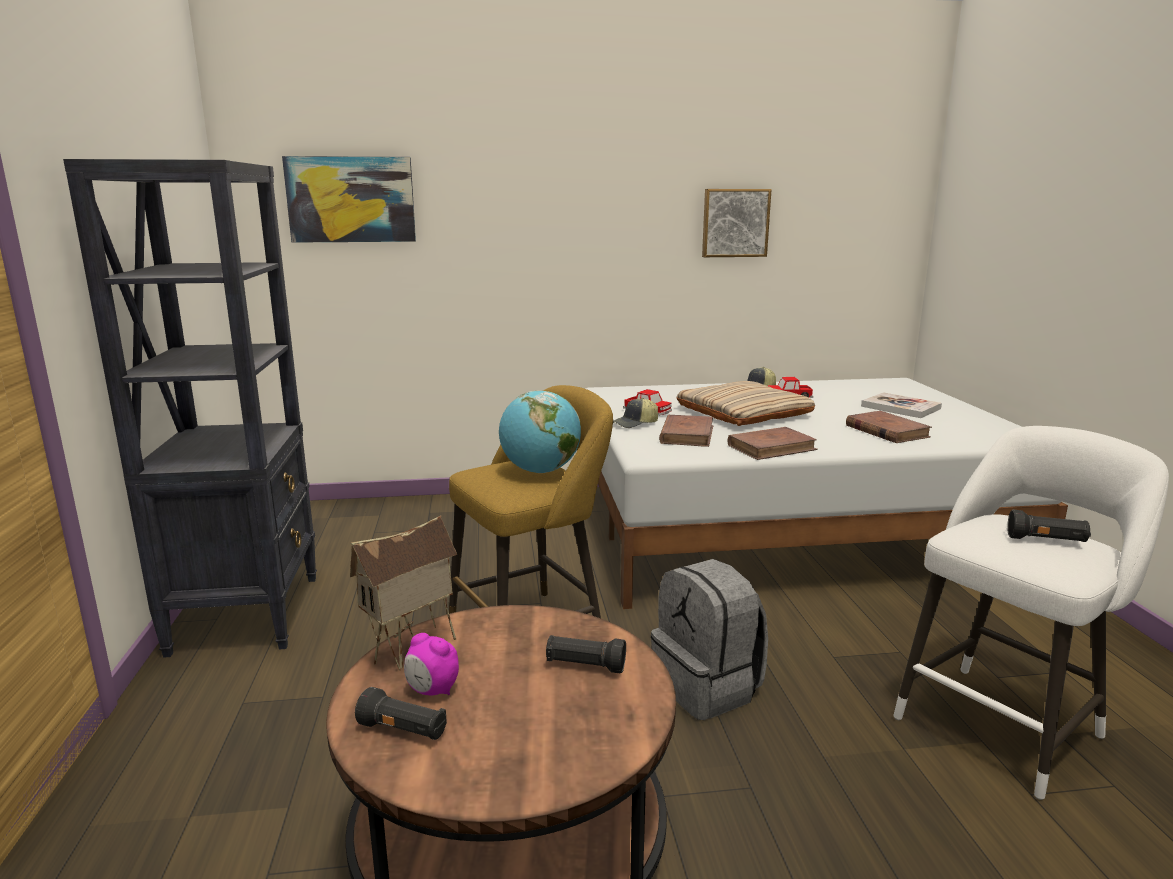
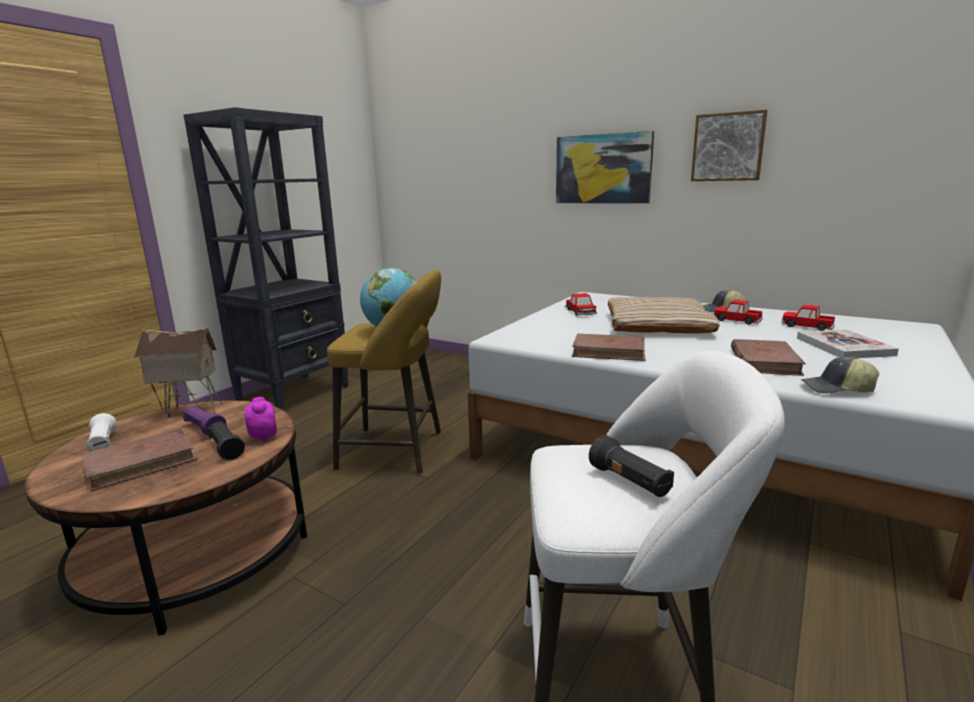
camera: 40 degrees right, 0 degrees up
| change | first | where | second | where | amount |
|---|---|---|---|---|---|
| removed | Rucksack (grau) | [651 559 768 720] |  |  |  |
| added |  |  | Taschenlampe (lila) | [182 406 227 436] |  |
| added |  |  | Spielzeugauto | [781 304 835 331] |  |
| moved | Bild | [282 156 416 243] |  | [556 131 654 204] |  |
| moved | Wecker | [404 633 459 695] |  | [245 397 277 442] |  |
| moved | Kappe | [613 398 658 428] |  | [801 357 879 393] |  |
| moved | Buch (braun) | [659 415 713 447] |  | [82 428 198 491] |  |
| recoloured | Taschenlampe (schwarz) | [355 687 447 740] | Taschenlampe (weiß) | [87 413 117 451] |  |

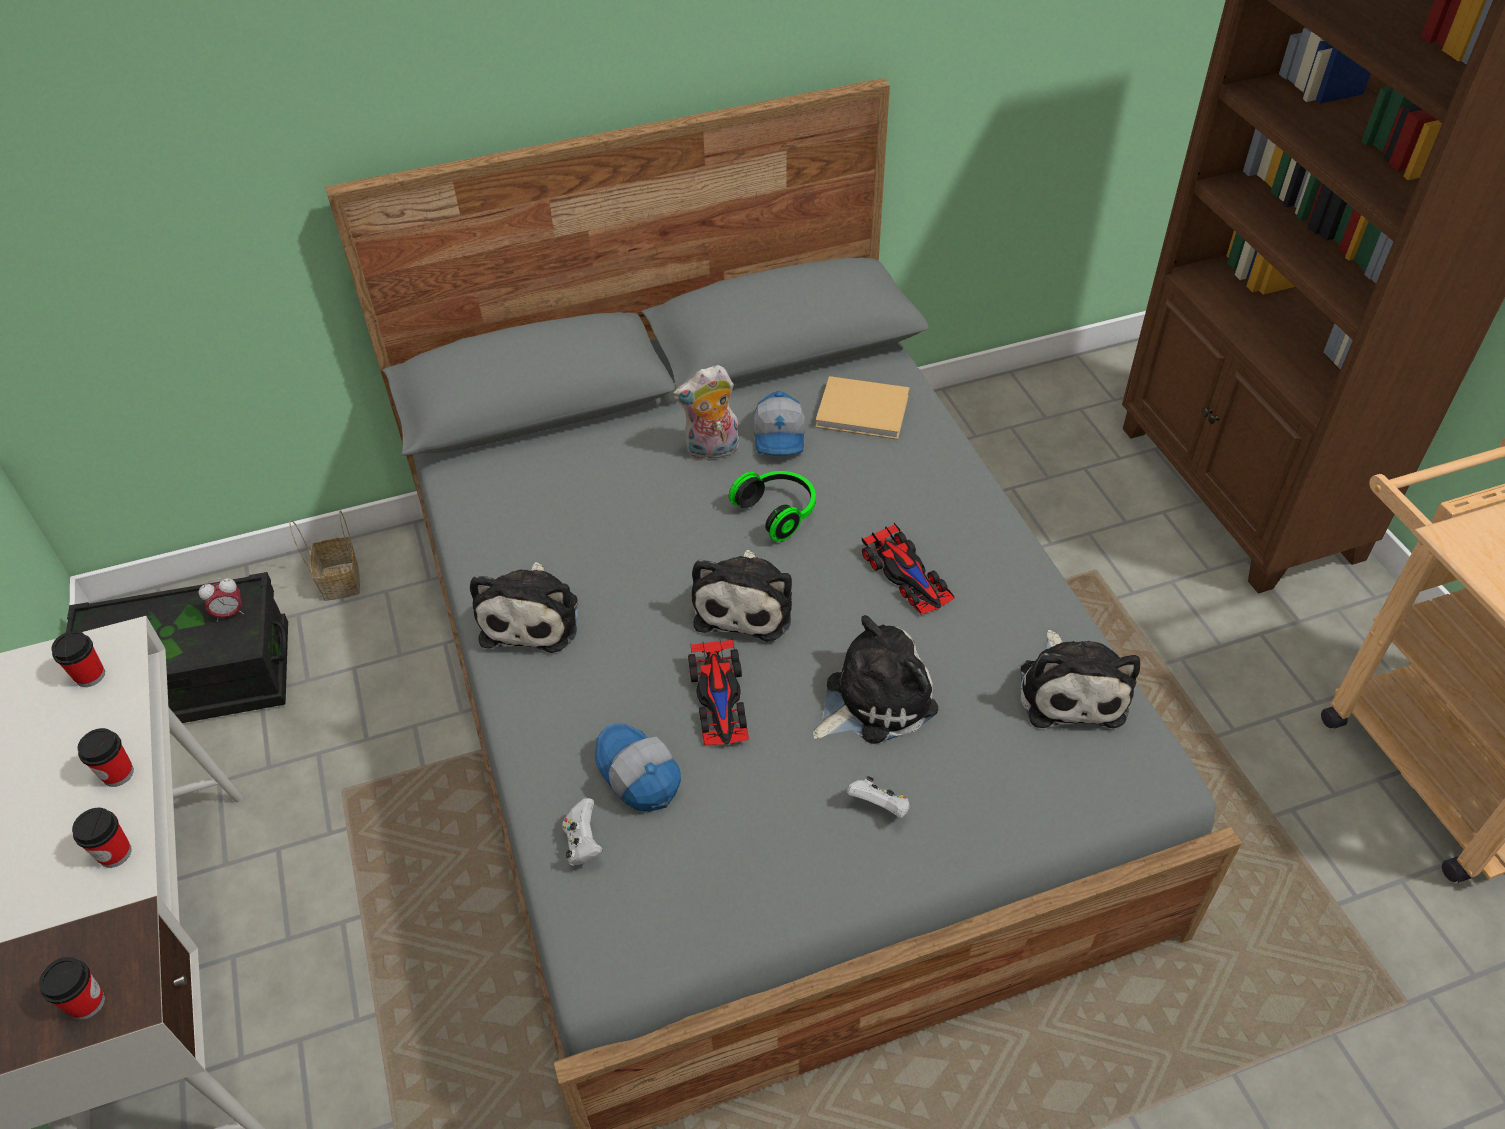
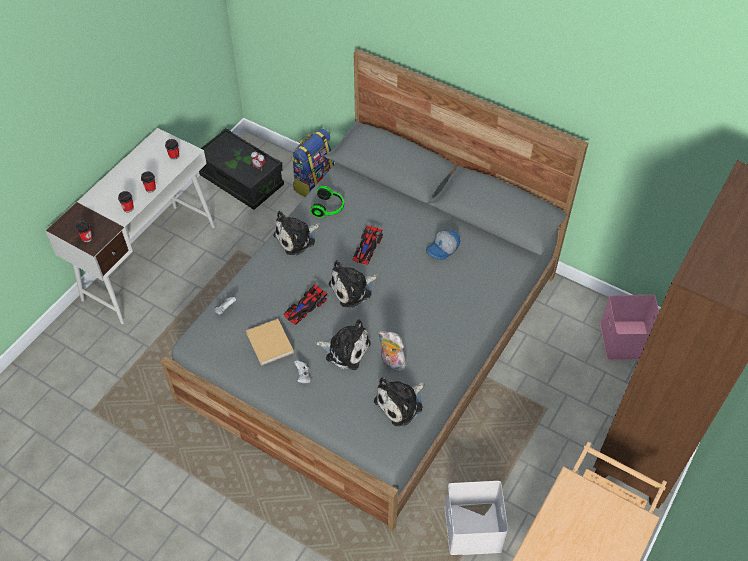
camera: 50 degrees right, 5 degrees up
| change | first | where | second | where | amount |
|---|---|---|---|---|---|
| removed | Kappe | [595 723 681 811] |  |  |  |
| added |  |  | Aufbewahrungsbox (weiß) | [445 481 508 555] |  |
| added |  |  | Aufbewahrungsbox (rosa) | [600 295 659 360] |  |
| moved | Plüschtier | [673 365 739 460] |  | [378 331 406 371] |  |
| moved | Kopfhörer | [729 471 816 542] |  | [310 186 344 218] |  |
| moved | Buch (beige) | [815 376 910 440] |  | [246 319 294 366] |  |
| moved | Spielzeugauto | [862 523 954 615] |  | [352 225 383 265] |  |
| replaced | Korb | [289 511 360 601] | Rucksack | [291 128 334 197] |  |

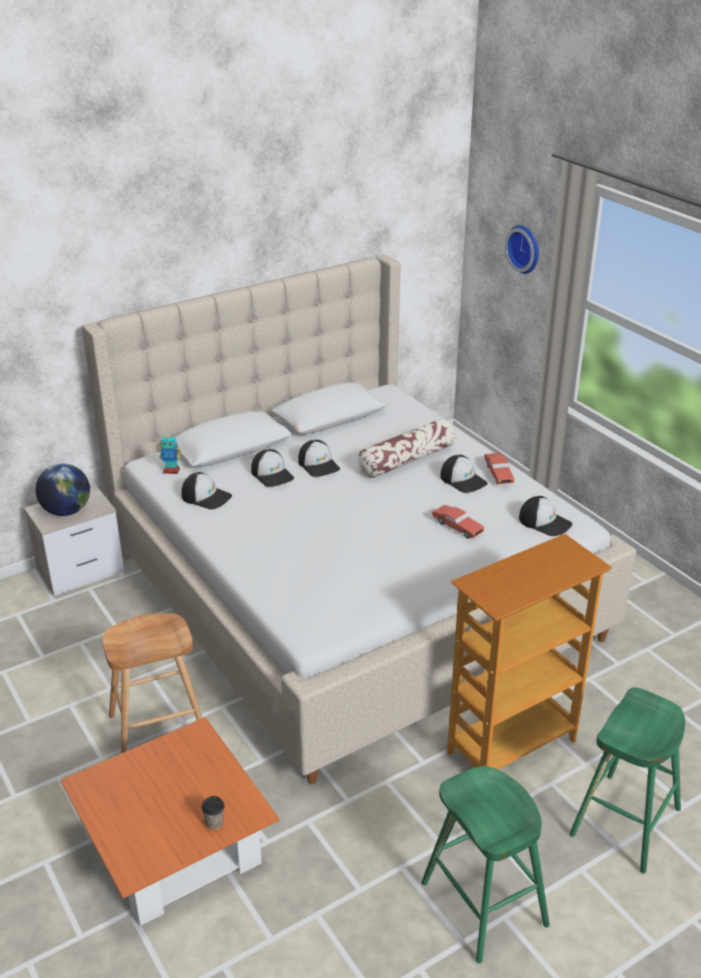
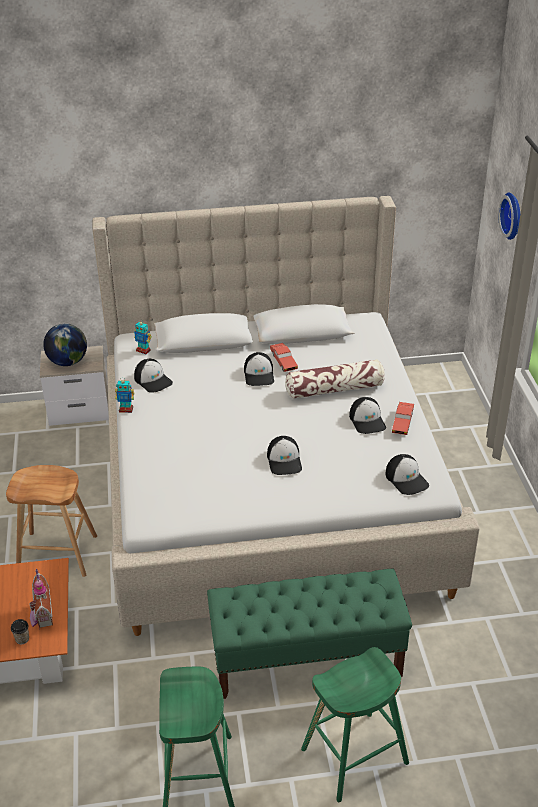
camera: 25 degrees right, 5 degrees up
| change | first | where | second | where | amount |
|---|---|---|---|---|---|
| added |  |  | Spielzeughaus | [29 569 53 630] |  |
| added |  |  | Spielzeugroboter | [115 378 134 413] |  |
| moved | Kappe | [251 449 294 487] |  | [267 436 302 475] |  |
| moved | Spielzeugauto (rot) | [432 505 484 538] |  | [270 343 298 372] |  |
| replaced | Bücherregal | [447 534 612 770] | Bank (grün) | [207 569 412 699] |  |

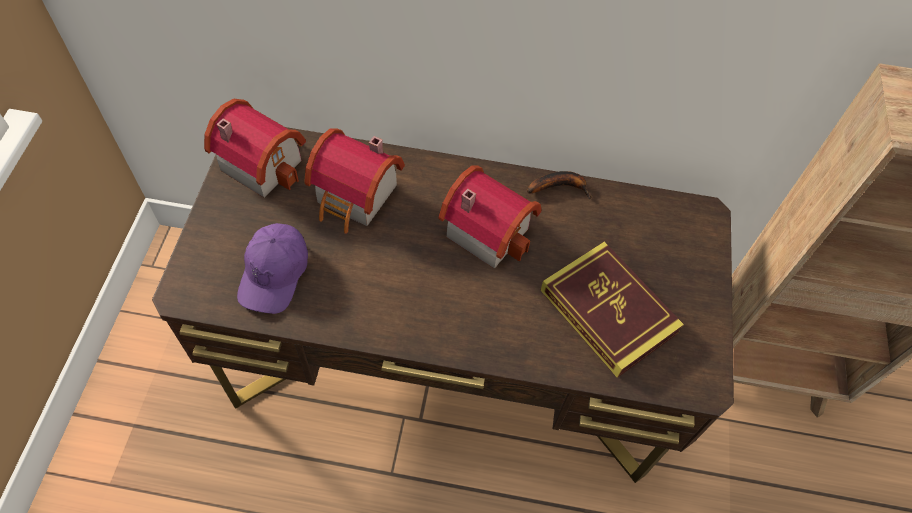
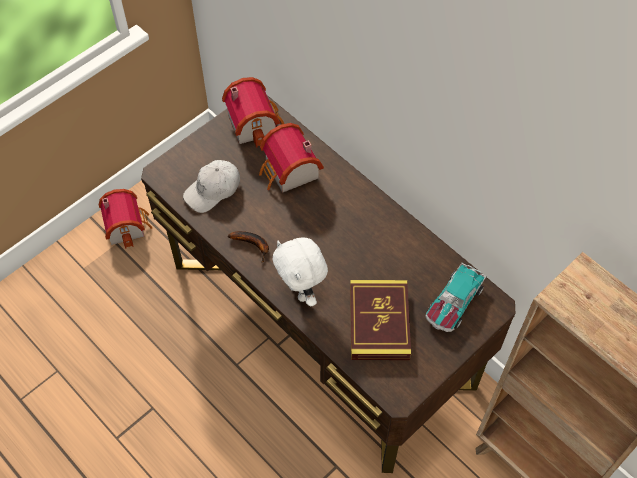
camera: 40 degrees right, 0 degrees up
| change | first | where | second | where | amount |
|---|---|---|---|---|---|
| added |  |  | Plüschtier (weiß) | [273 237 328 306] |  |
| added |  |  | Spielzeugauto | [425 263 486 332] |  |
| moved | Spielzeughaus | [438 166 541 269] |  | [99 189 153 249] |  |
| moved | Banane | [527 171 592 199] |  | [228 231 269 263] |  |
| recoloured | Kappe (lila) | [237 223 308 314] | Kappe (weiß) | [183 160 240 213] |  |

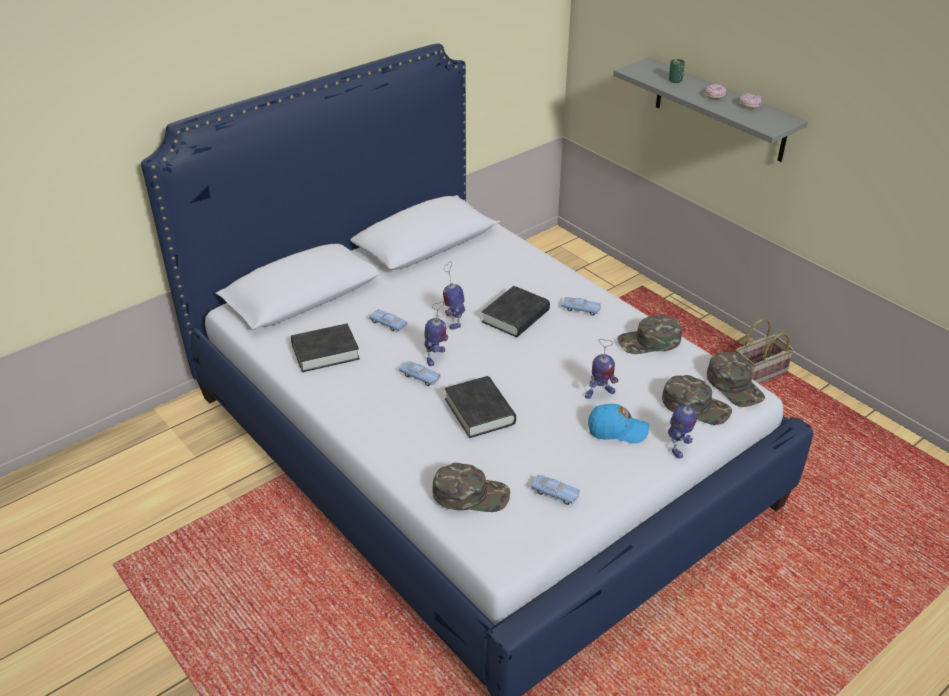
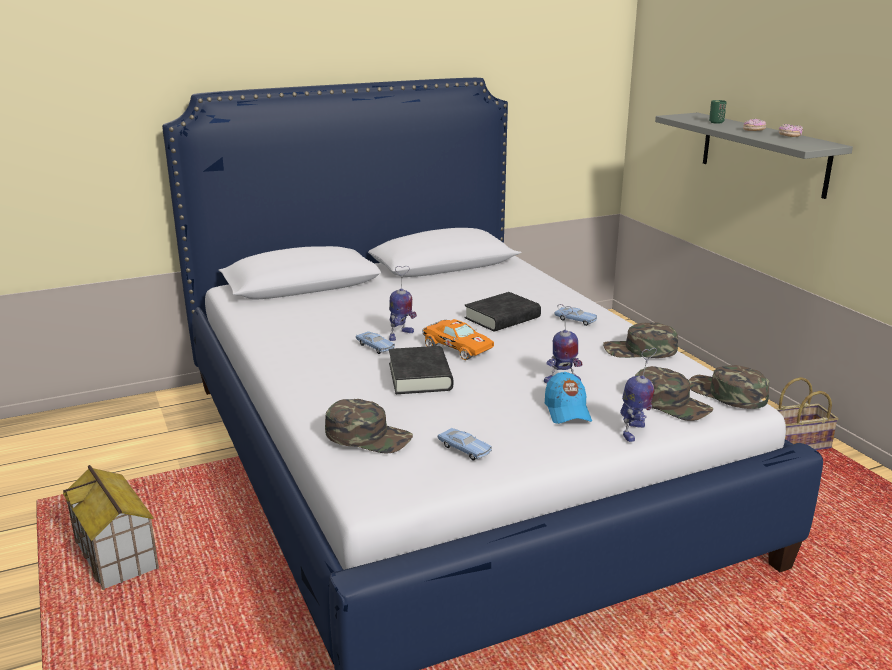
camera: 15 degrees right, 15 degrees down
| change | first | where | second | where | amount |
|---|---|---|---|---|---|
| removed | Buch (schwarz) | [291 323 360 372] |  |  |  |
| removed | Spielzeugauto (blau) | [369 309 407 331] |  |  |  |
| removed | Spielzeugroboter | [443 261 465 330] |  |  |  |
| added |  |  | Spielzeughaus | [63 465 159 590] |  |
| added |  |  | Spielzeugauto (orange) | [423 319 494 360] |  |
| turned | Kappe (blau) | [588 404 649 444] |  | [545 372 592 424] | 60 degrees clockwise |
| turned | Kappe (grün) | [707 352 765 407] |  | [689 365 770 409] | 150 degrees clockwise |

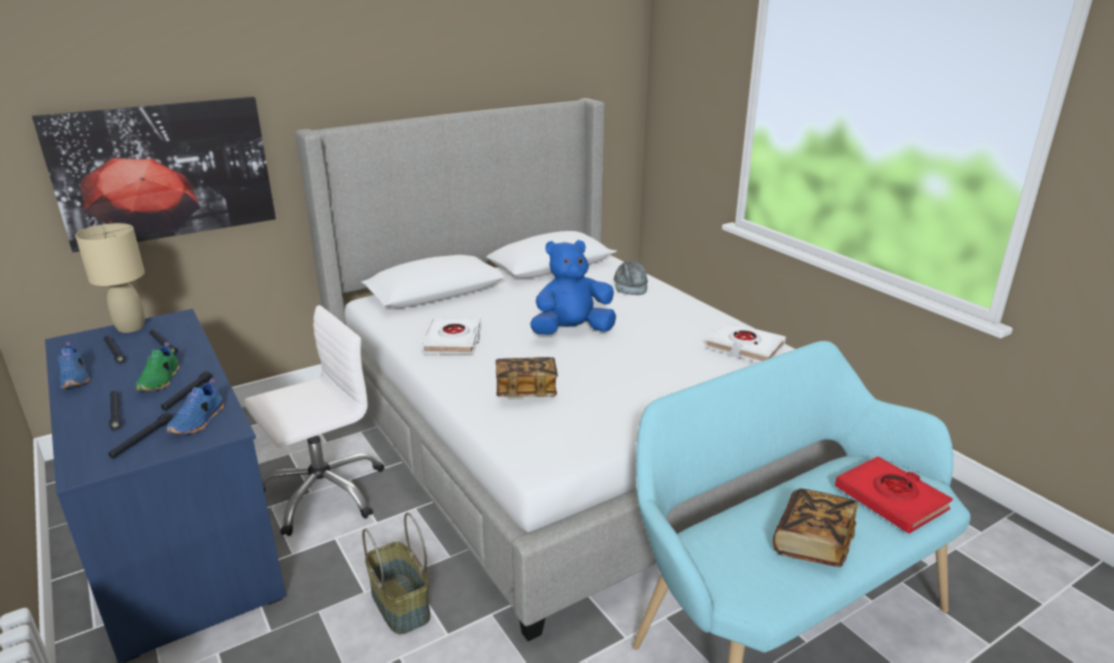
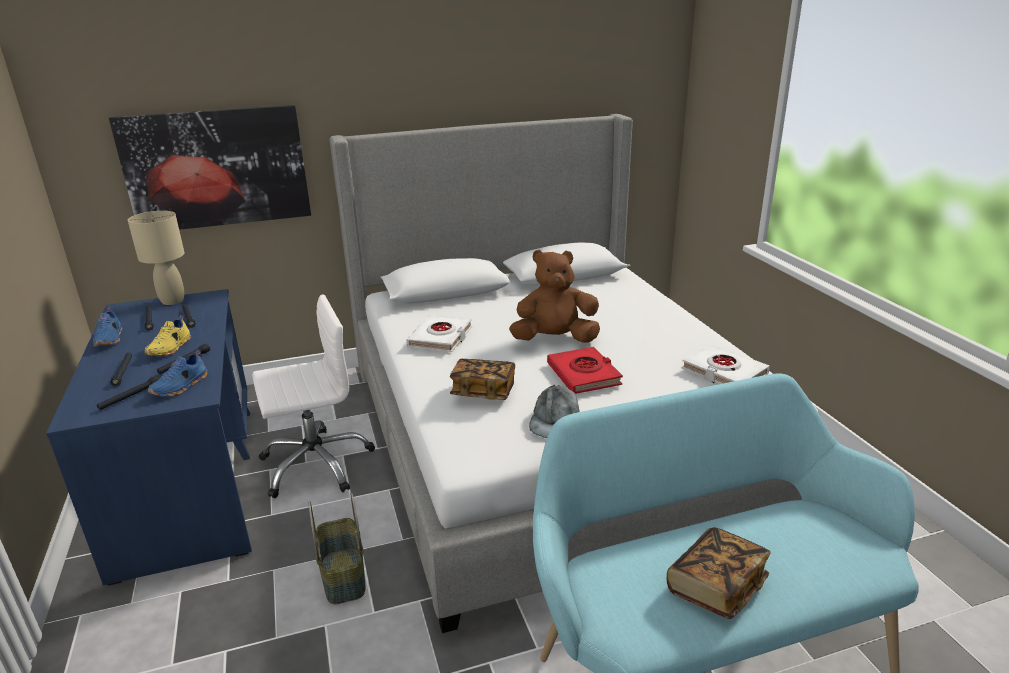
camera: 15 degrees right, 0 degrees up
| change | first | where | second | where | amount |
|---|---|---|---|---|---|
| moved | Kappe (grau) | [614 262 648 295] |  | [529 384 580 438] |  |
| moved | Buch (rot) | [835 456 953 534] |  | [547 347 623 394] |  |
| recoloured | Schuh (grün) | [135 342 180 391] | Schuh (gelb) | [145 315 191 356] |  |
| recoloured | Plüschtier (blau) | [530 240 616 335] | Plüschtier (braun) | [509 250 600 343] |  |

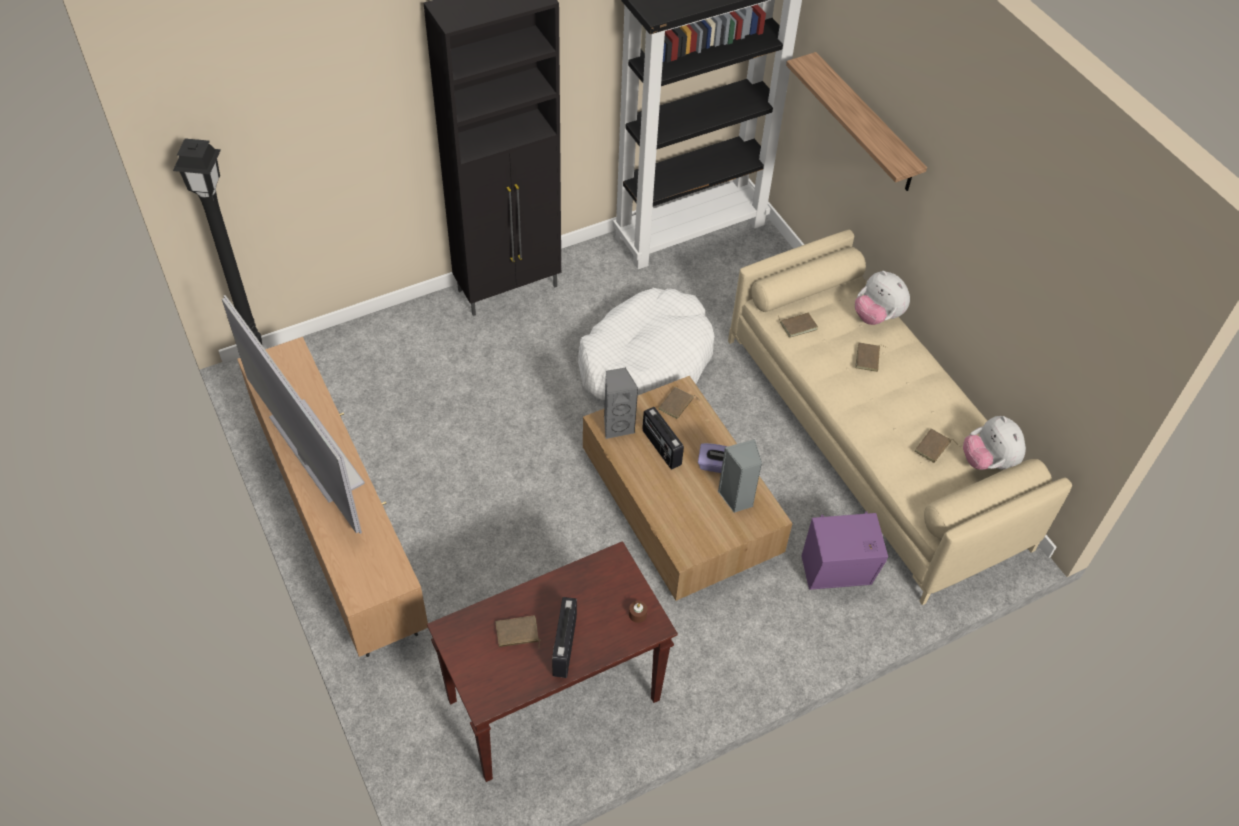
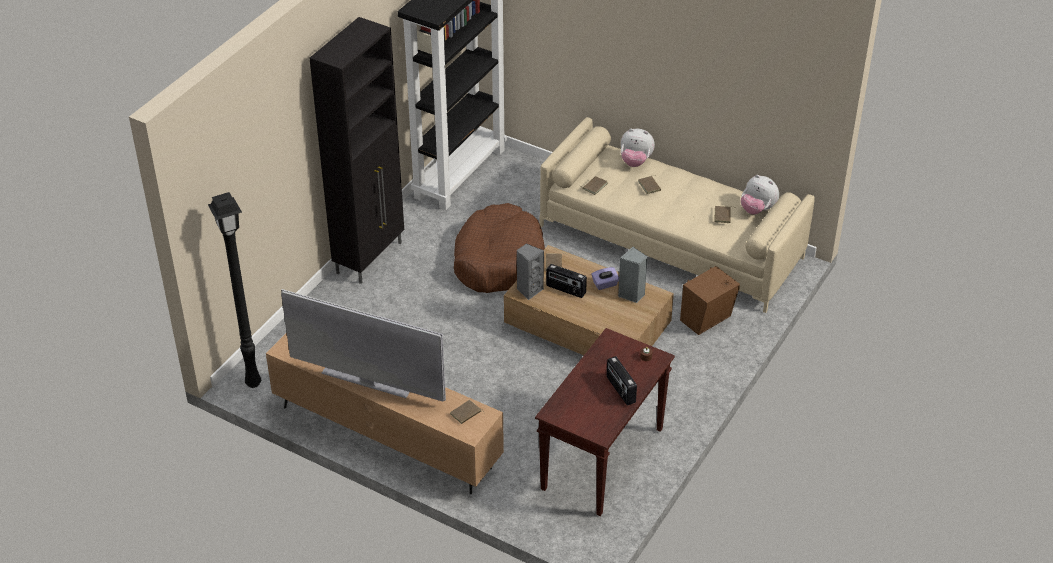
camera: 30 degrees left, 10 degrees down
| change | first | where | second | where | amount |
|---|---|---|---|---|---|
| removed | Wandregal | [786 52 927 191] |  |  |  |
| moved | Buch (braun) | [495 615 540 649] |  | [450 400 485 424] |  |
| recoloured | Hundebett (weiß) | [578 288 715 400] | Hundebett (braun) | [454 203 545 293] |  |
| recoloured | Lautsprecher (lila) | [801 511 888 590] | Lautsprecher (braun) | [680 266 740 335] |  |

